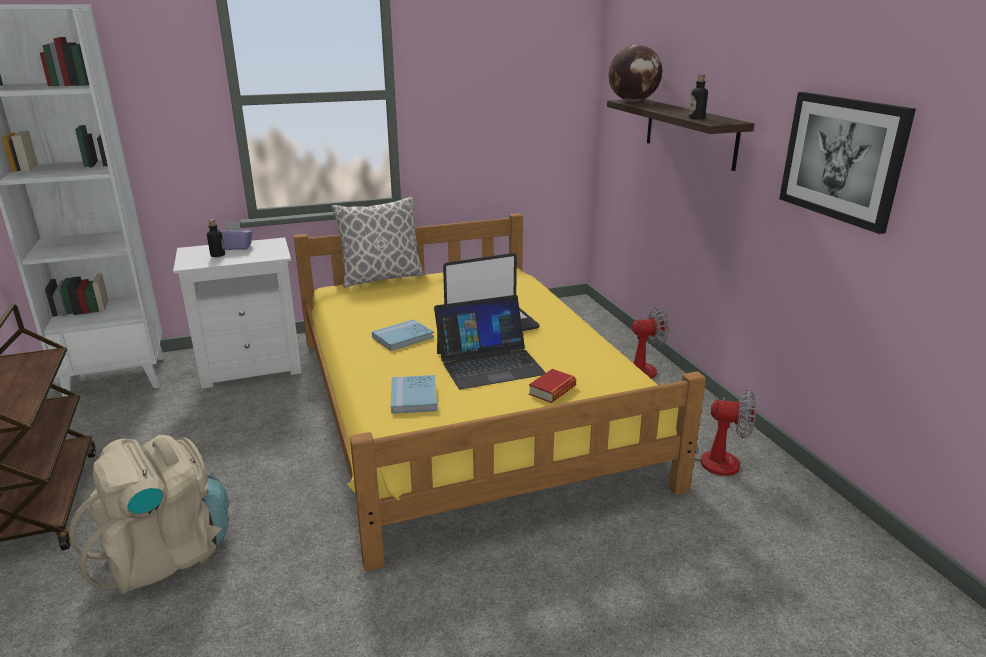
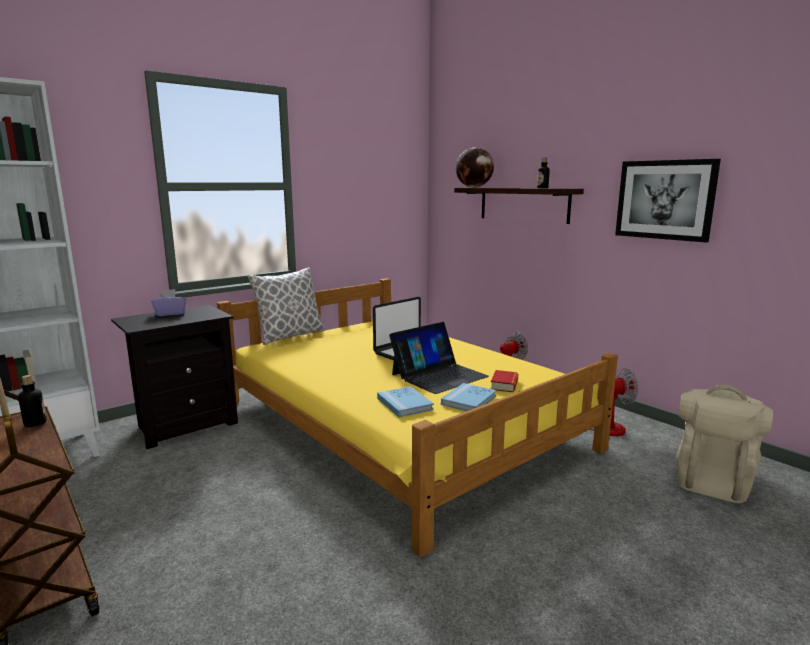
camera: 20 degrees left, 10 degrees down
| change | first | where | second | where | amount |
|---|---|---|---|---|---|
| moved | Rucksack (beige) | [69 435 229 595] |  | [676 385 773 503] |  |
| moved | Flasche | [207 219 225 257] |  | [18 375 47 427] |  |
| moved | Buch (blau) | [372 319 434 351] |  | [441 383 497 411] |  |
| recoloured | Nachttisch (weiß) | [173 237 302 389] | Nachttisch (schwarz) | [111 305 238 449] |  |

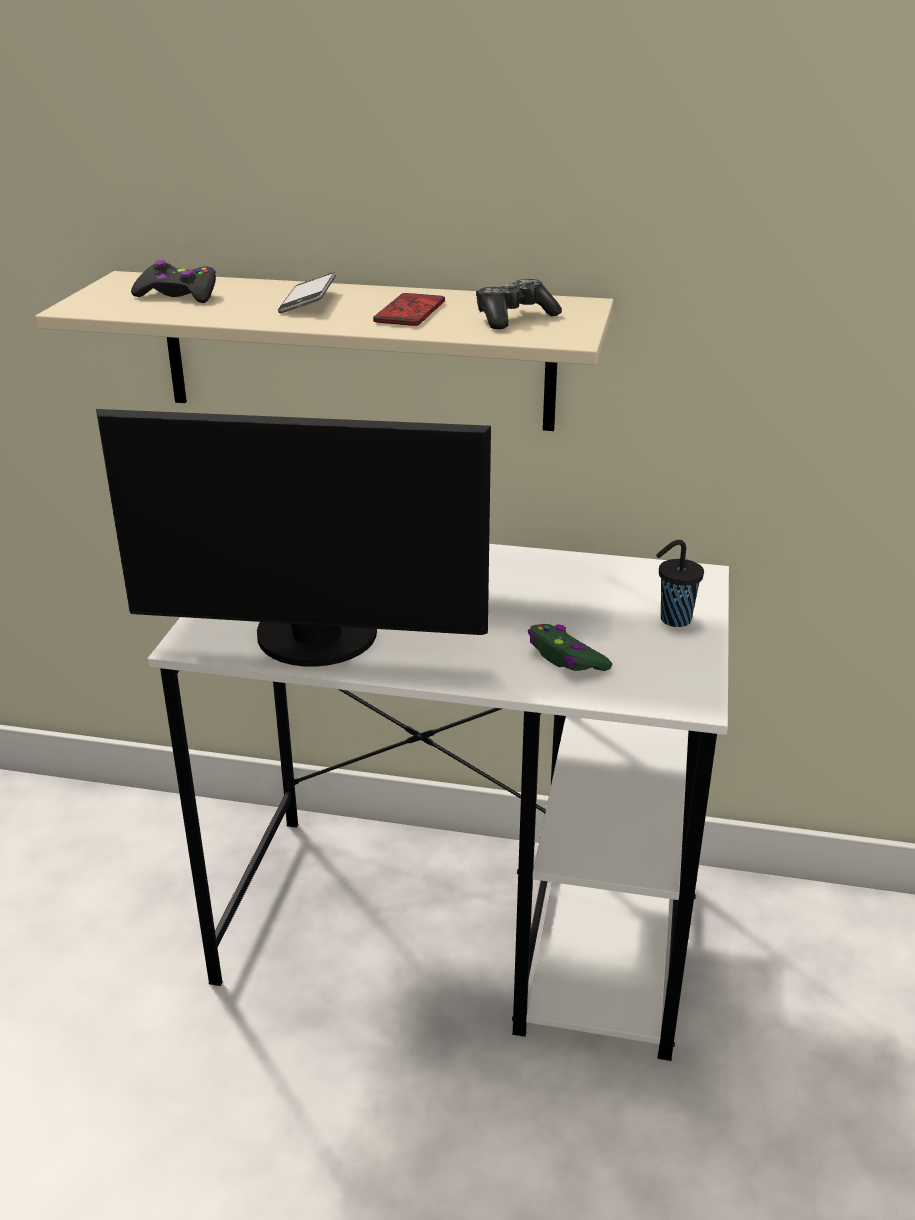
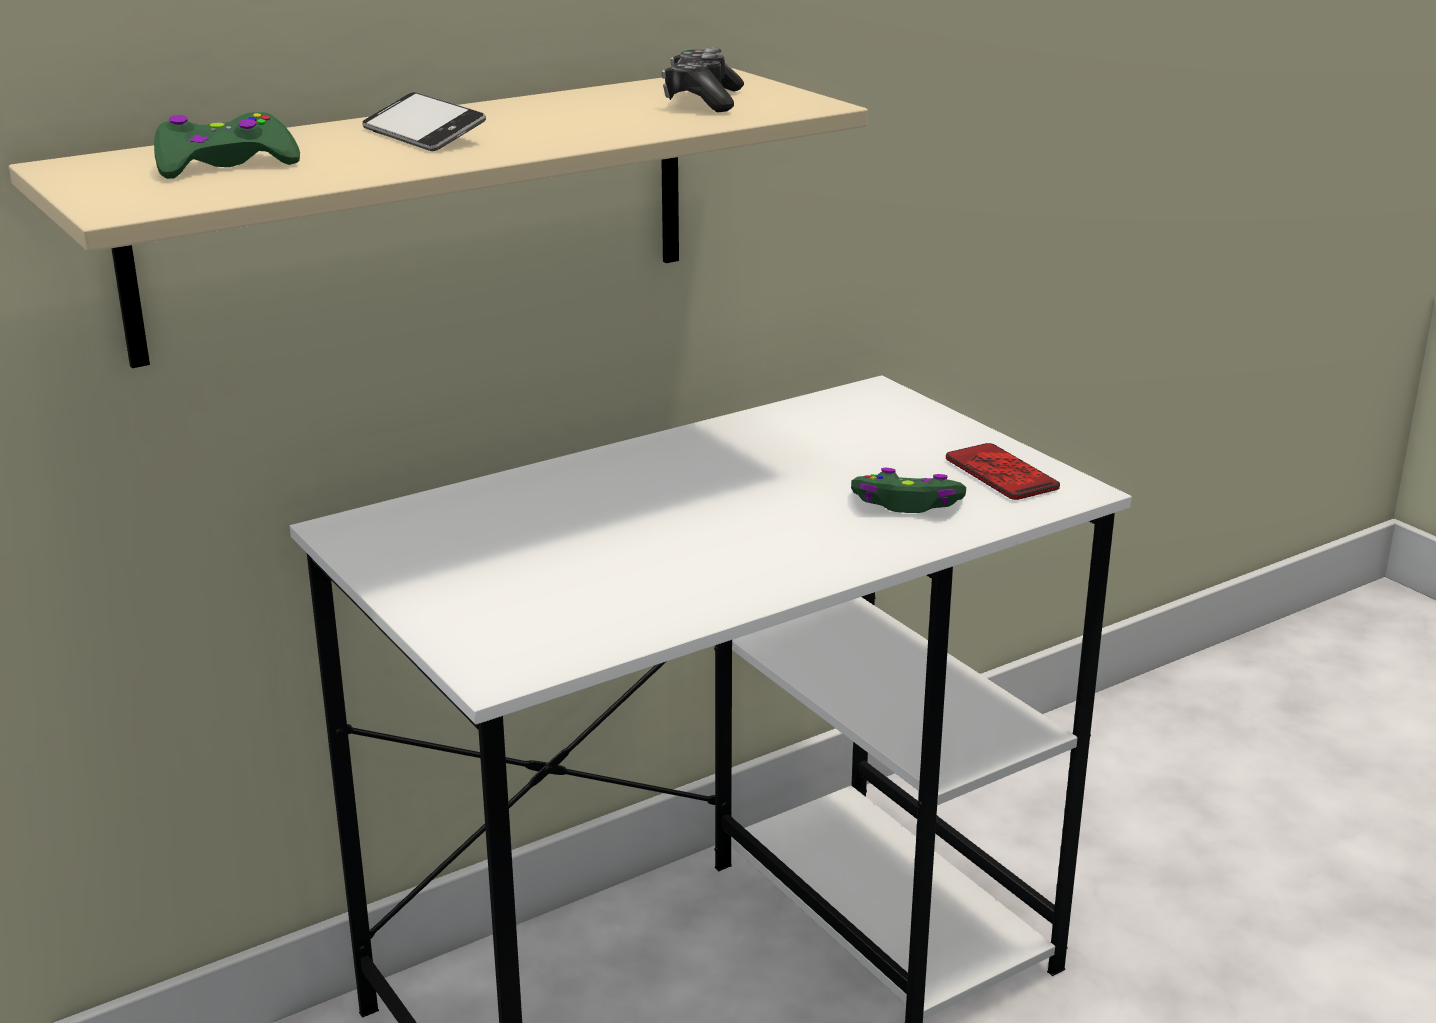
camera: 45 degrees left, 5 degrees down
| change | first | where | second | where | amount |
|---|---|---|---|---|---|
| removed | Monitor | [96 409 491 667] |  |  |  |
| removed | Tasse (schwarz) | [656 540 704 627] |  |  |  |
| moved | Handy | [373 293 445 326] |  | [946 443 1060 500] |  |
| recoloured | Gamepad (schwarz) | [131 260 216 303] | Gamepad (grün) | [154 112 300 179] |  |

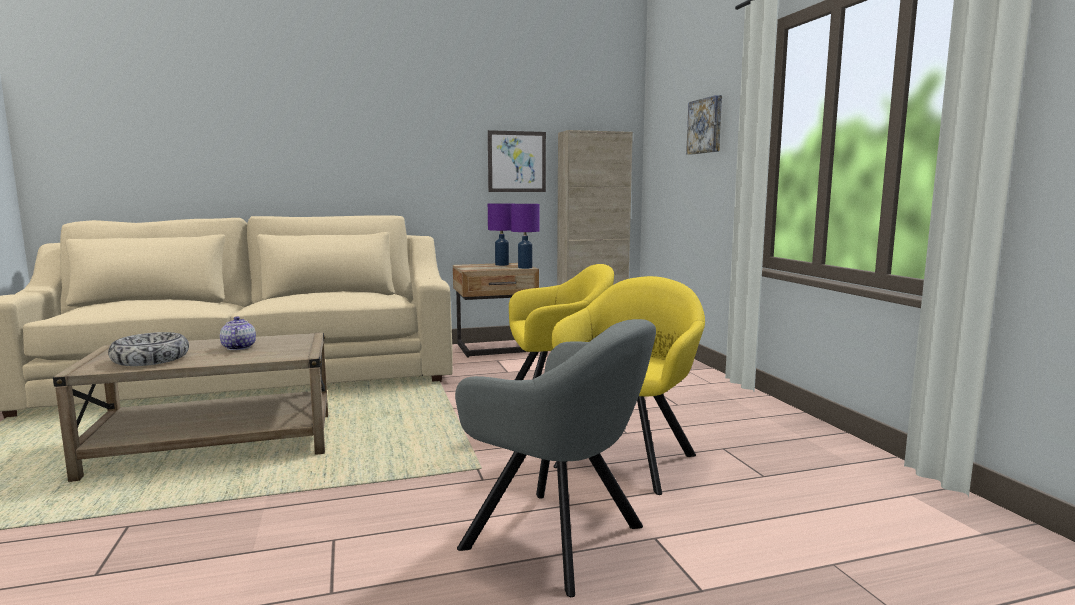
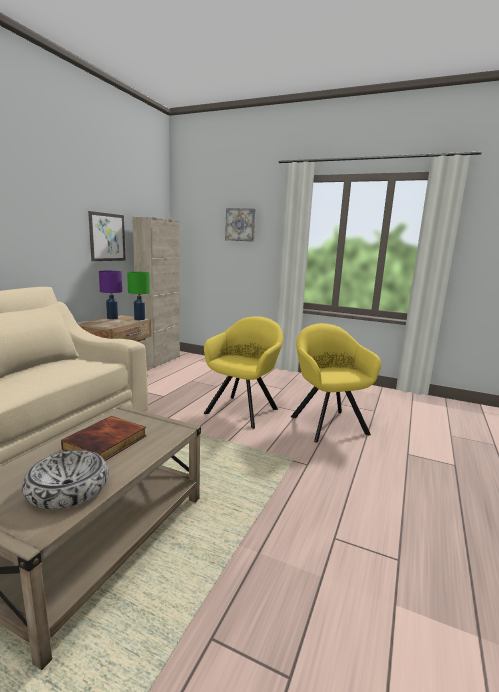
camera: 50 degrees left, 5 degrees up
| change | first | where | second | where | amount |
|---|---|---|---|---|---|
| removed | Sessel (grau) | [455 319 656 597] |  |  |  |
| replaced | Teekanne | [220 316 256 350] | Buch | [61 416 147 461] |  |
| recoloured | Tischlampe (lila) | [511 204 539 269] | Tischlampe (grün) | [127 272 150 320] |  |

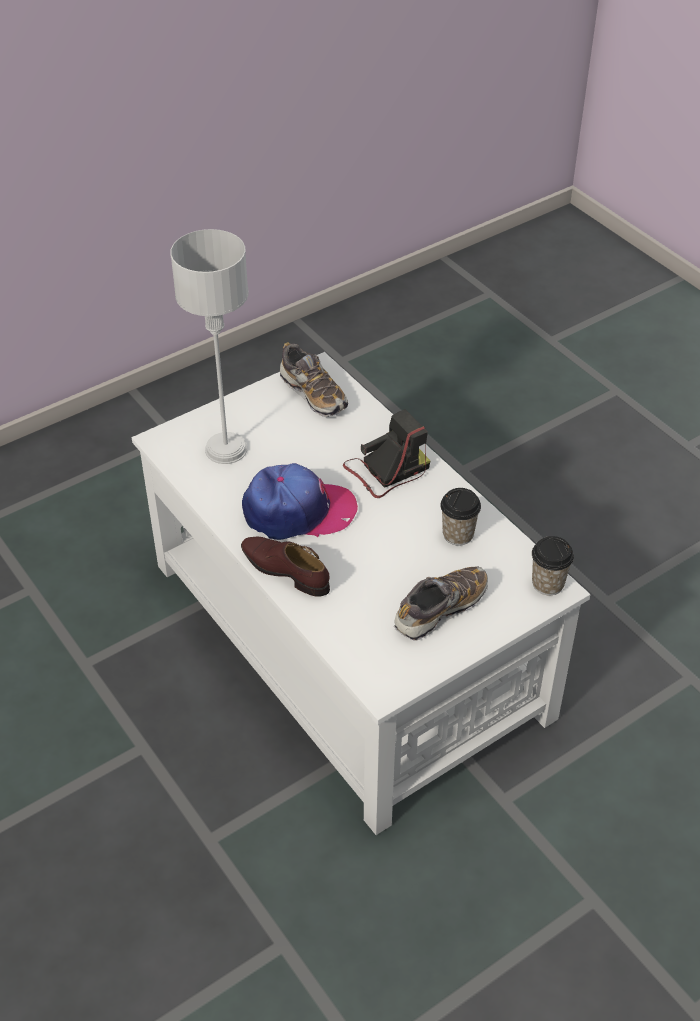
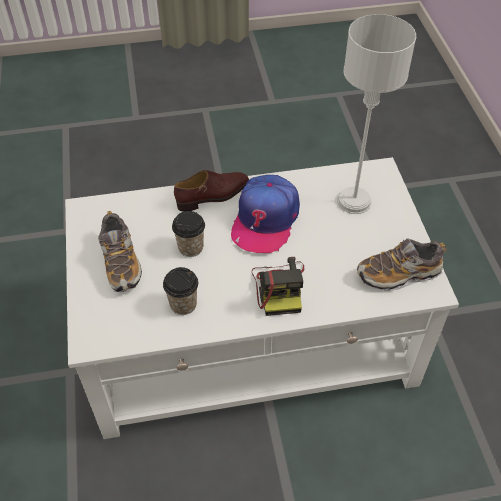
camera: 115 degrees right, 5 degrees up
| change | first | where | second | where | amount |
|---|---|---|---|---|---|
| moved | Tasse | [532 536 574 595] |  | [172 211 205 257] |  |

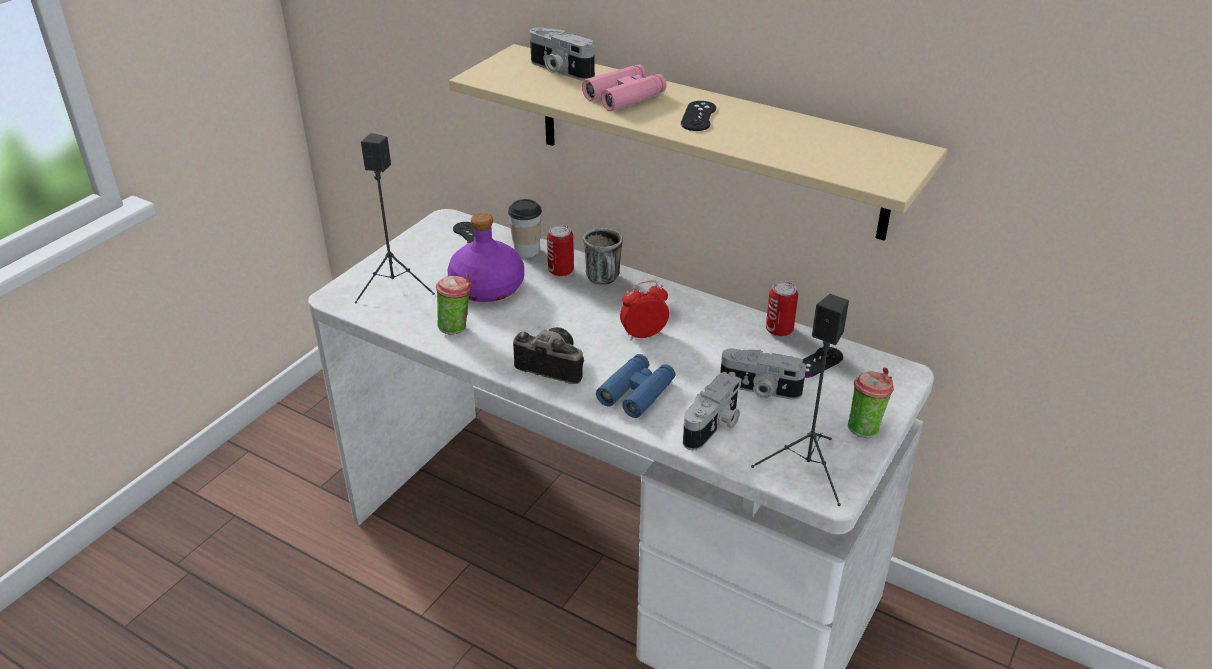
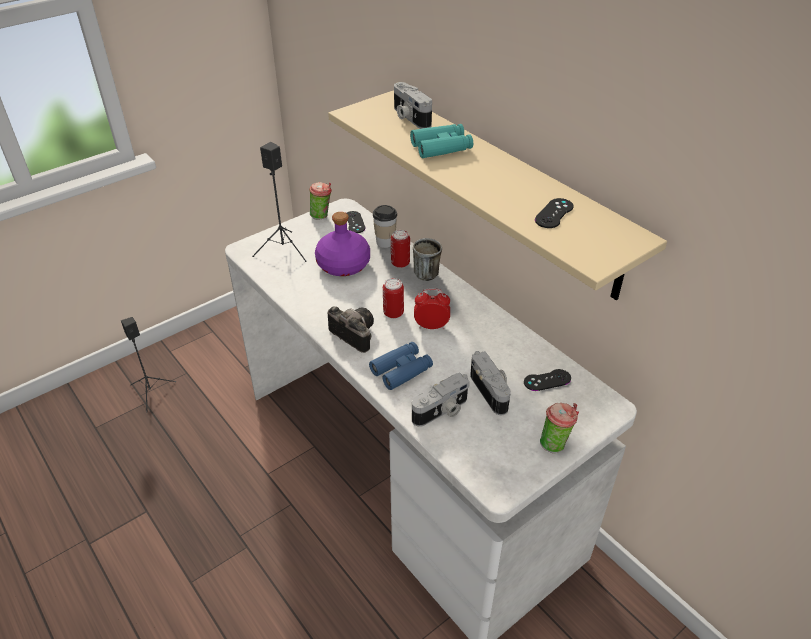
camera: 20 degrees right, 5 degrees up
| change | first | where | second | where | amount |
|---|---|---|---|---|---|
| moved | Tasse | [436 274 472 335] |  | [309 182 332 220] |  |
| moved | Gamepad (schwarz) | [681 101 716 131] |  | [535 198 573 228] |  |
| moved | Lautsprecher (schwarz) | [751 294 849 506] |  | [121 317 176 413] |  |
| moved | Dose | [766 282 798 337] |  | [383 278 404 318] |  |
| recoloured | Fernglas (rosa) | [582 64 667 111] | Fernglas (türkis) | [410 124 473 158] |  |
| turned | Kamera | [720 348 806 400] |  | [470 351 511 415] | 150 degrees counterclockwise |

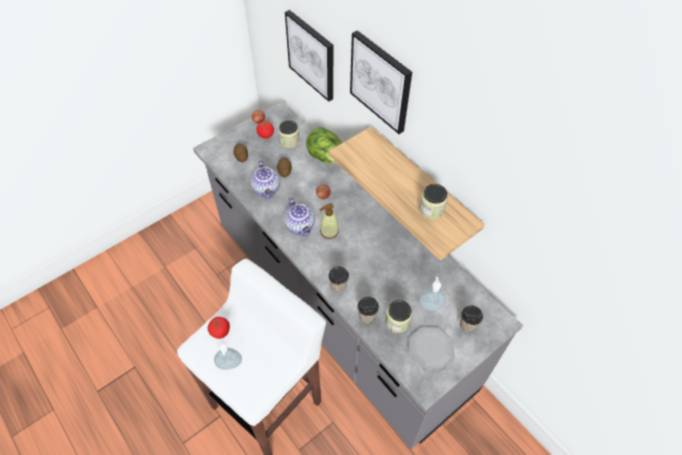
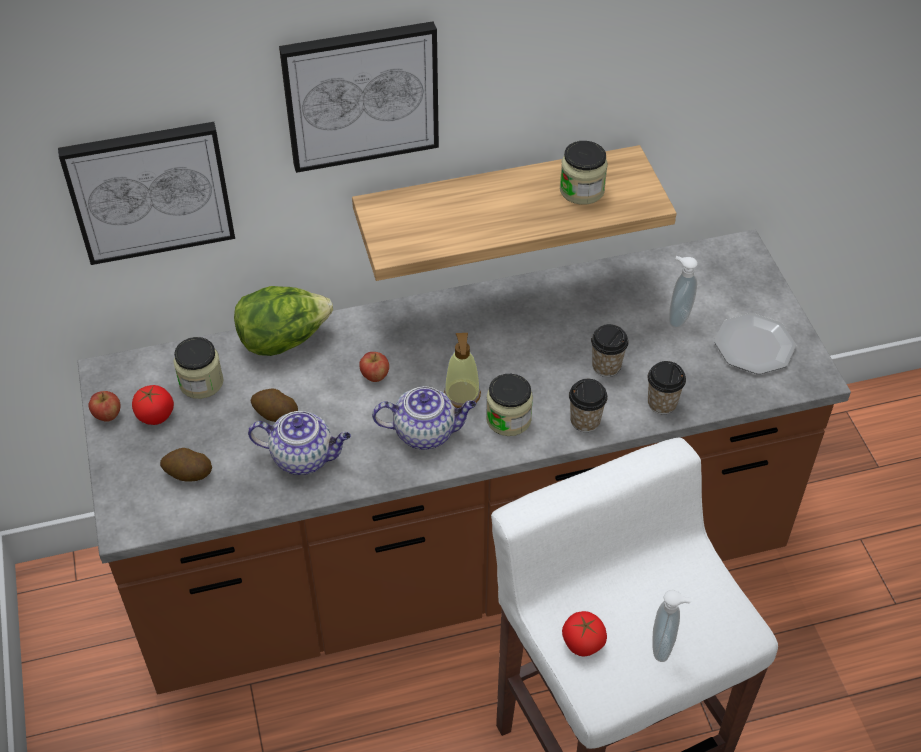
camera: 65 degrees left, 5 degrees down
| change | first | where | second | where | amount |
|---|---|---|---|---|---|
| moved | Vorratsglas | [385 300 412 333] |  | [486 374 533 436] |  |
| moved | Tasse | [460 305 483 332] |  | [591 324 629 377] |  |
| recoloured | Küchenzeile (grau) | [193 101 523 450] | Küchenzeile (braun) | [77 229 851 694] |  |

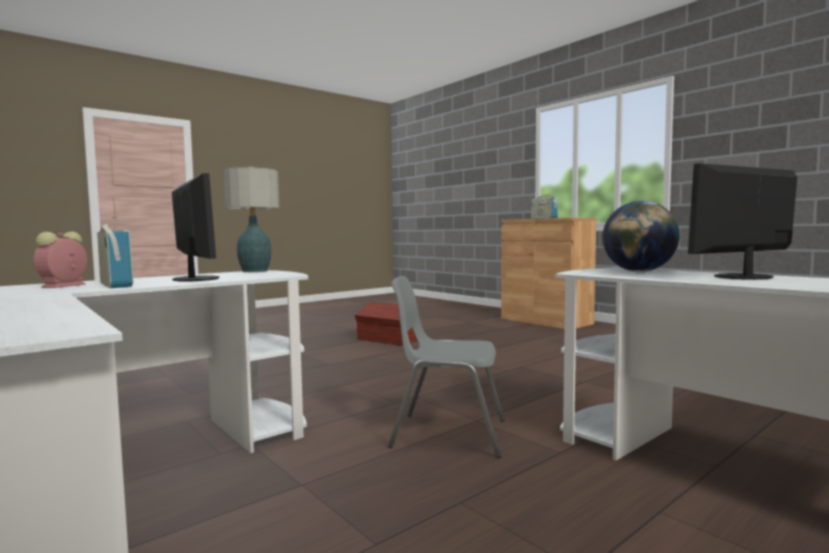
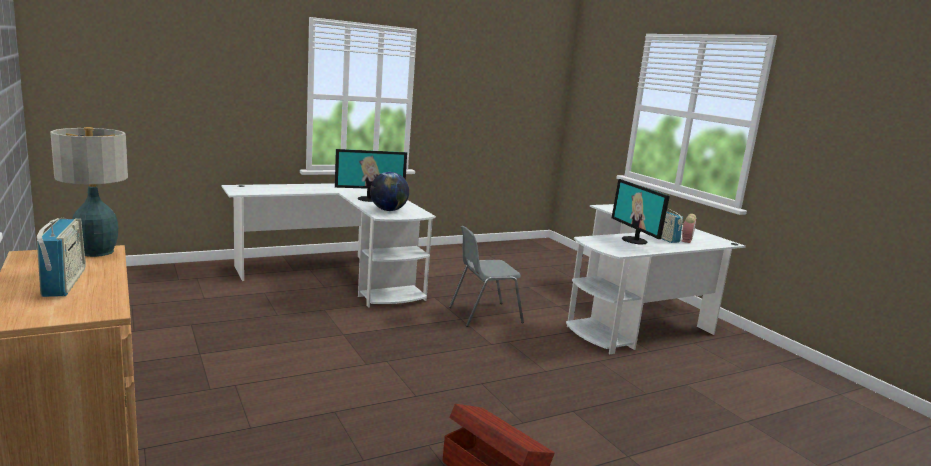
camera: 170 degrees left, 10 degrees up
| change | first | where | second | where | amount |
|---|---|---|---|---|---|
| moved | Tischlampe | [223 167 279 272] |  | [50 127 128 257] |  |
| turned | Stuhl (grau) | [388 276 505 458] |  | [449 226 524 327] | 135 degrees clockwise |

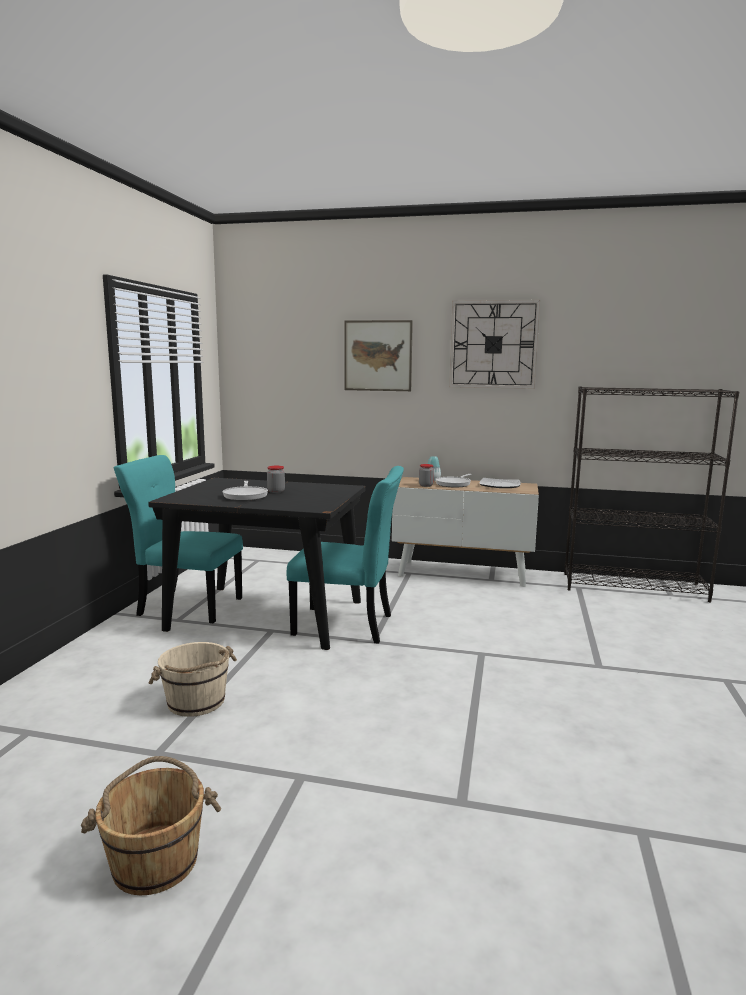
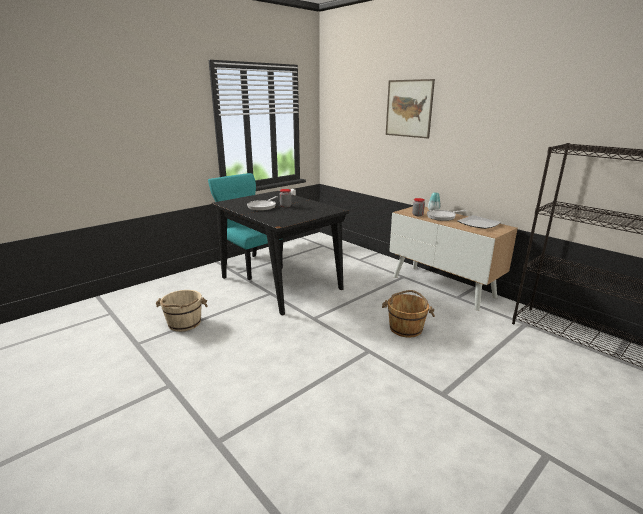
camera: 35 degrees right, 10 degrees up
| change | first | where | second | where | amount |
|---|---|---|---|---|---|
| removed | Stuhl (türkis) | [287 466 404 644] |  |  |  |
| removed | Wanduhr | [449 300 540 389] |  |  |  |
| moved | Eimer (braun) | [81 756 221 895] |  | [382 290 435 338] |  |

